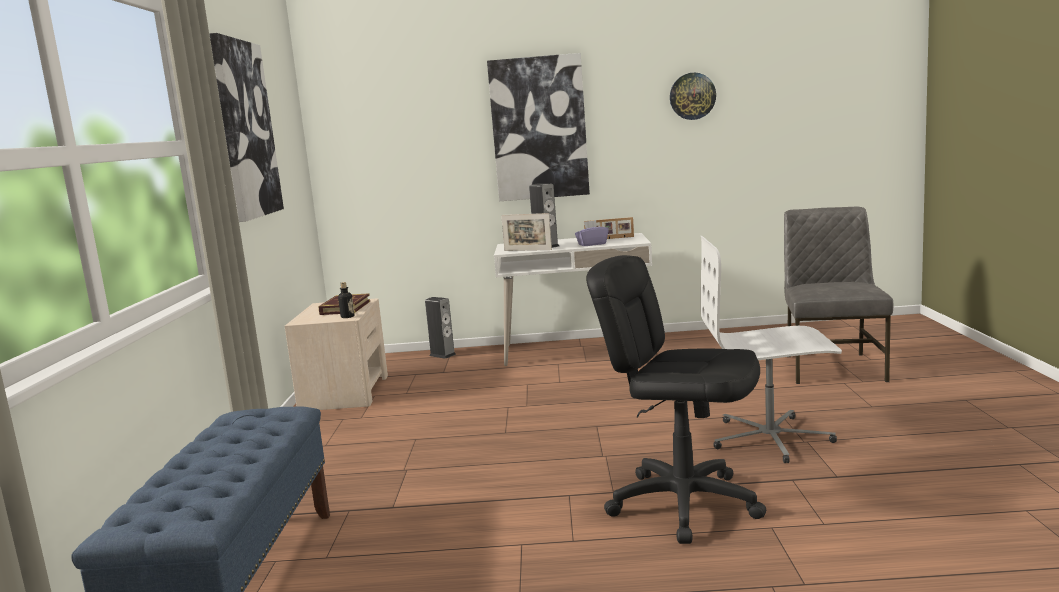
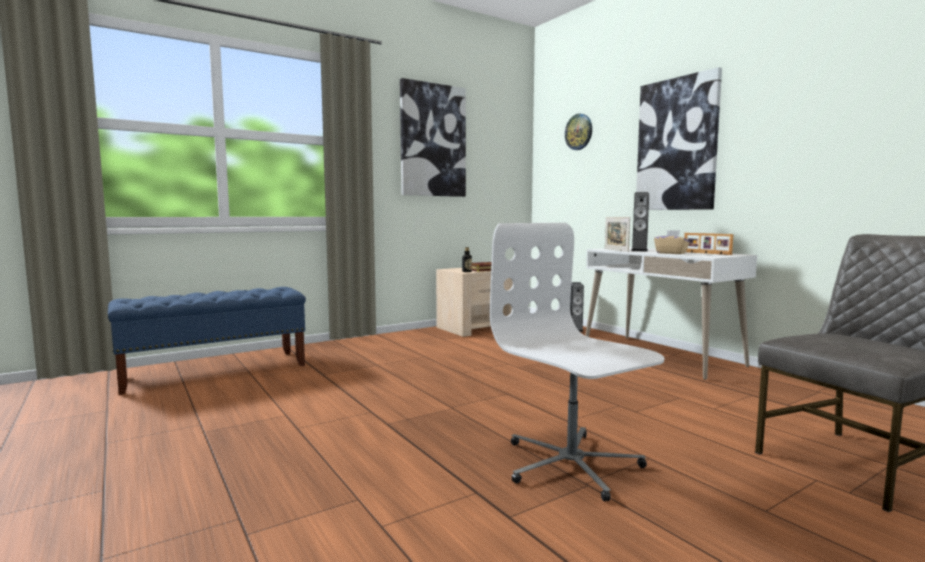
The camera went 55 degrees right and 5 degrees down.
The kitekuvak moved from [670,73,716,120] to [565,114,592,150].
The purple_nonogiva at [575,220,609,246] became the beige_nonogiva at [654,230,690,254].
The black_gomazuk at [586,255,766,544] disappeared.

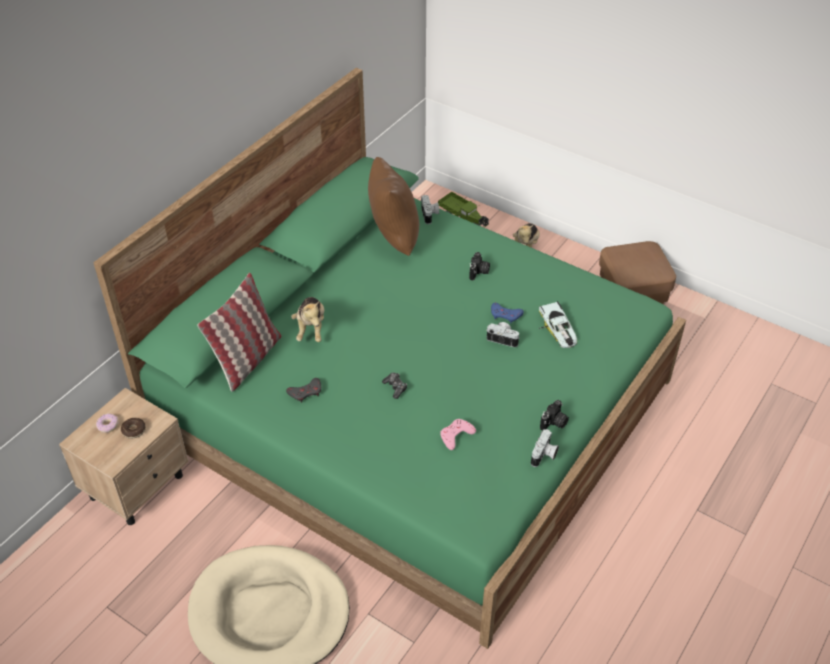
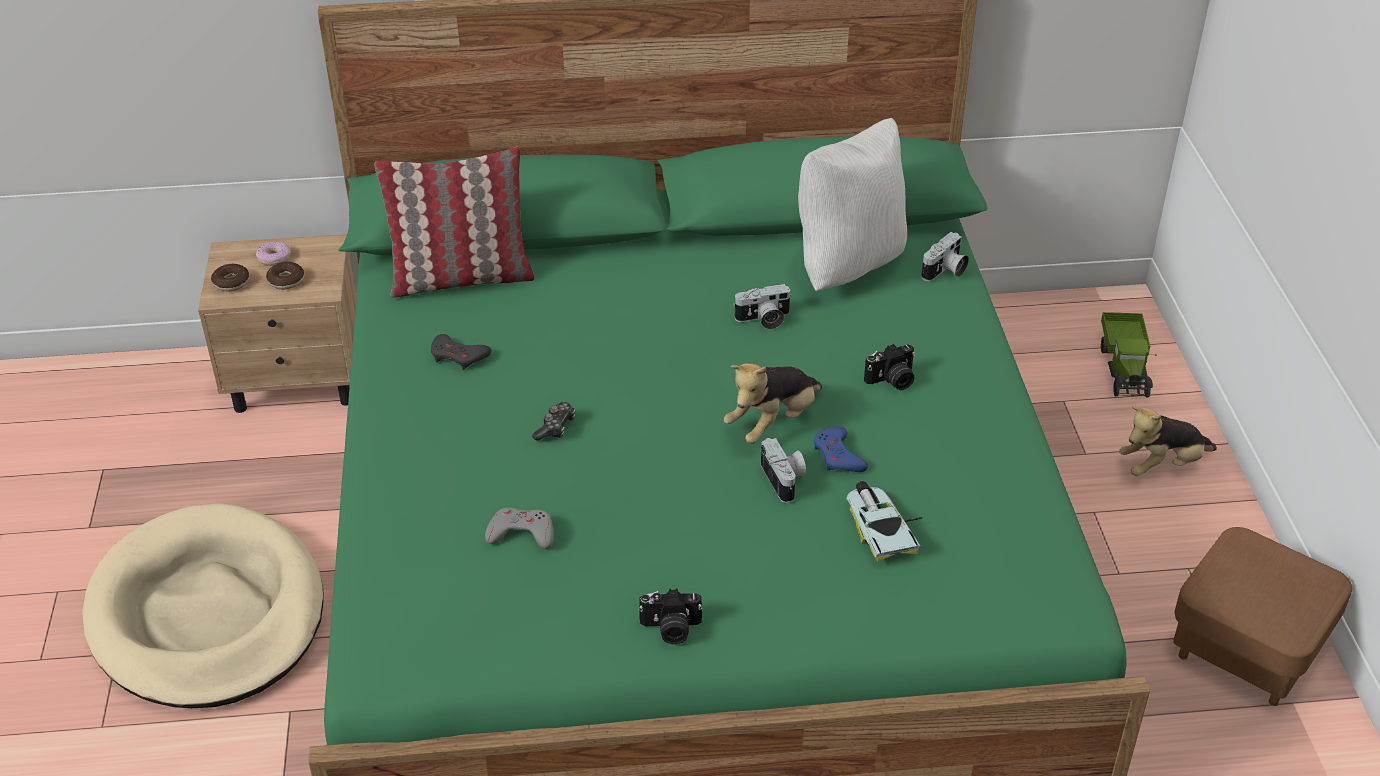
The camera went 50 degrees right and 5 degrees down.
The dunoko at [211,264,250,292] appeared.
The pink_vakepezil at [440,419,476,450] became the grey_vakepezil at [485,507,554,549].
The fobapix moved from [291,297,324,342] to [724,363,822,444].
The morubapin moved from [531,429,559,467] to [733,284,792,329].
The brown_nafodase at [368,157,419,256] became the white_nafodase at [798,118,907,291].
The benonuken at [538,301,577,348] turned 135 degrees clockwise.

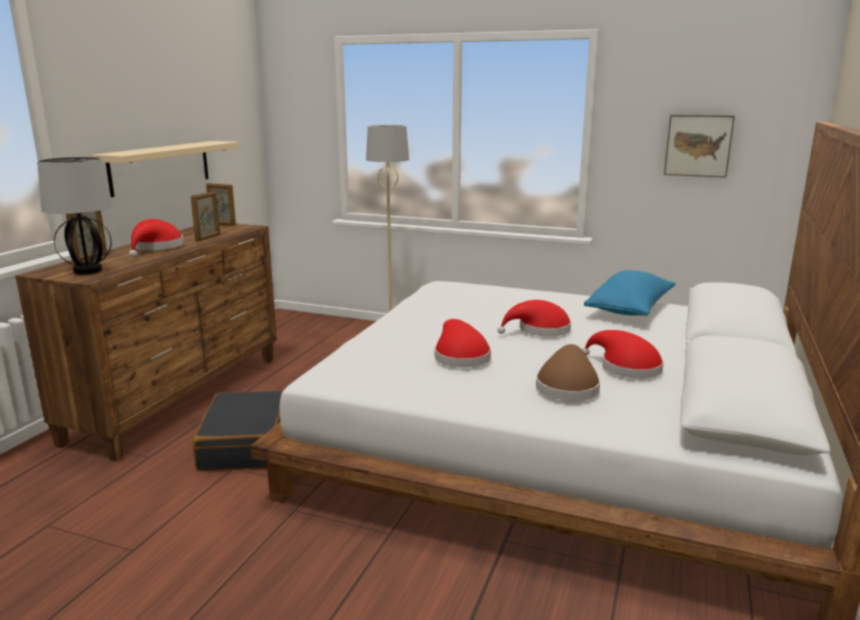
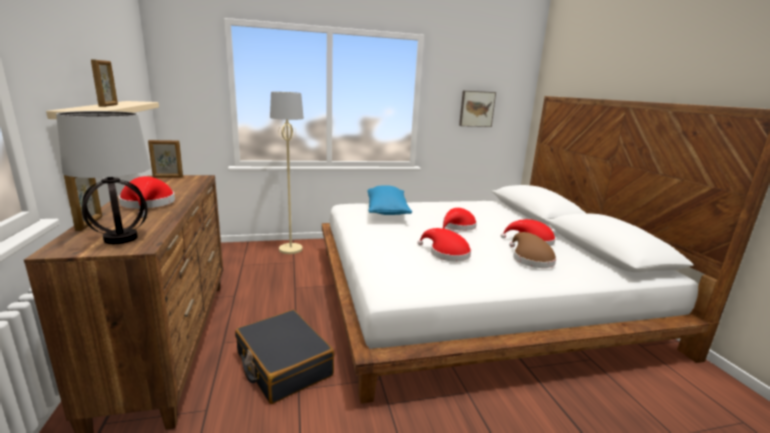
The camera went 35 degrees left and 0 degrees up.
The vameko moved from [191,191,220,241] to [91,59,118,107].
The blue_nafodase moved from [584,270,676,316] to [367,185,412,215].

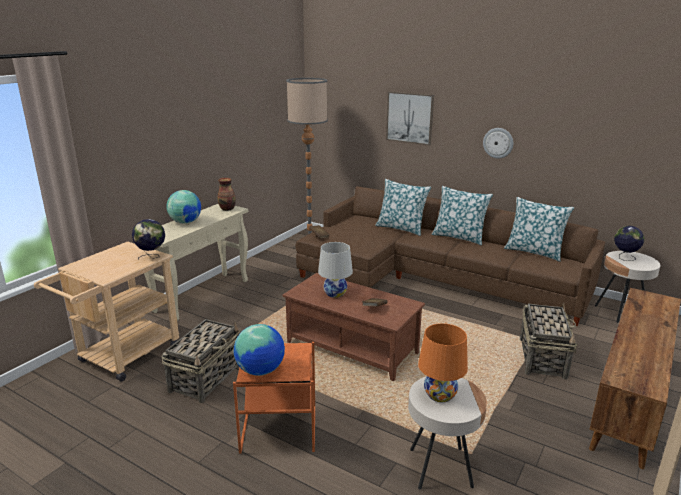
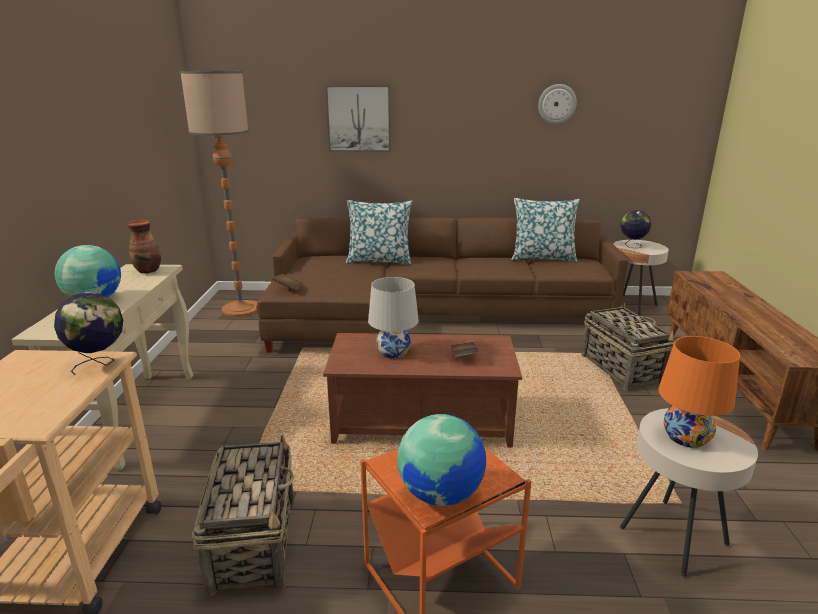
The camera went 30 degrees left and 0 degrees up.
The kitekuvak moved from [483,128,513,158] to [538,84,577,124].
The nafodase at [432,186,493,245] disappeared.

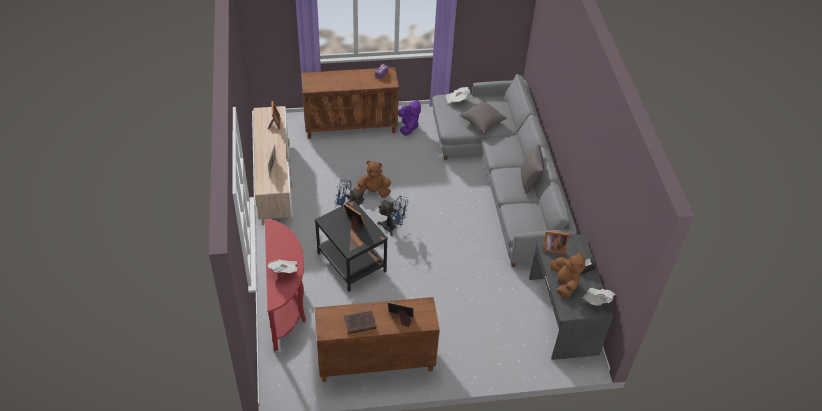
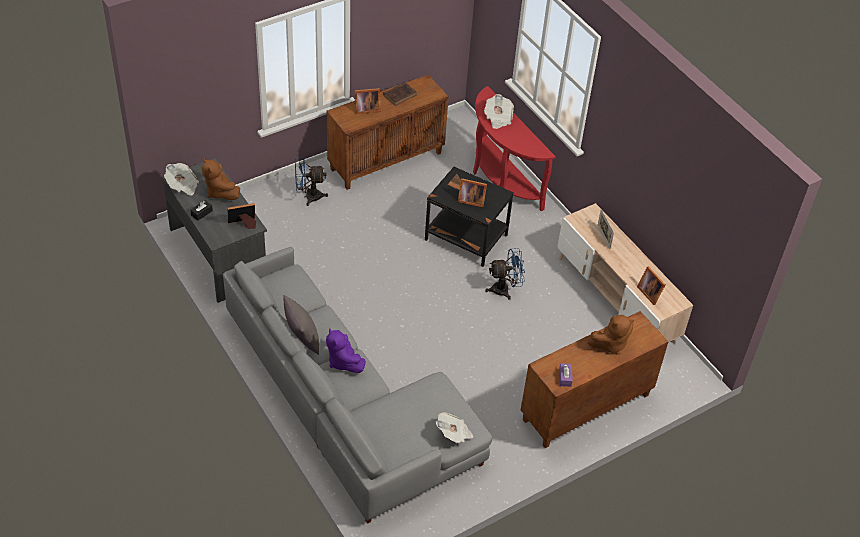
The camera went 155 degrees right and 0 degrees up.
The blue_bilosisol moved from [378,196,408,236] to [295,157,328,206].
The purple_fobapix moved from [398,99,421,136] to [326,328,366,373].
The brown_fobapix moved from [354,161,391,198] to [587,315,634,355].
The grey_nafodase at [459,100,507,133] disappeared.

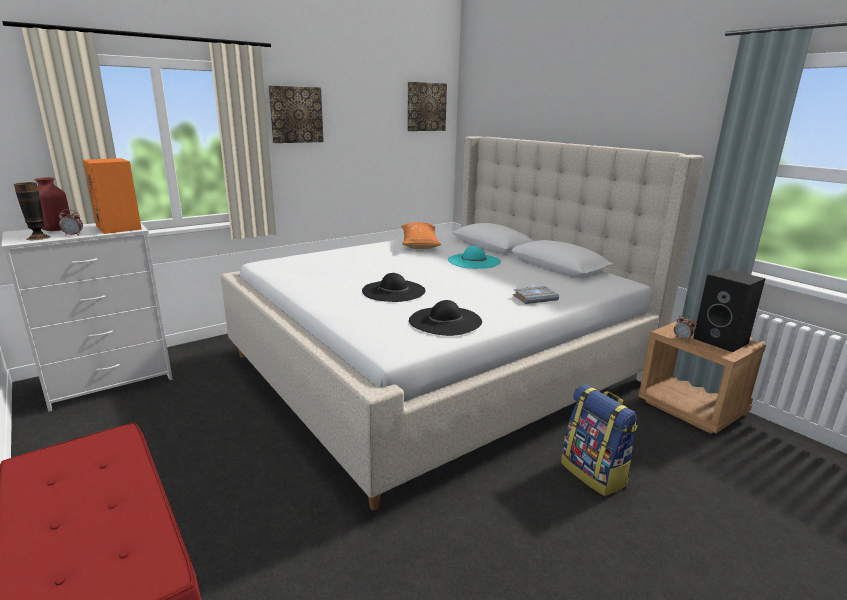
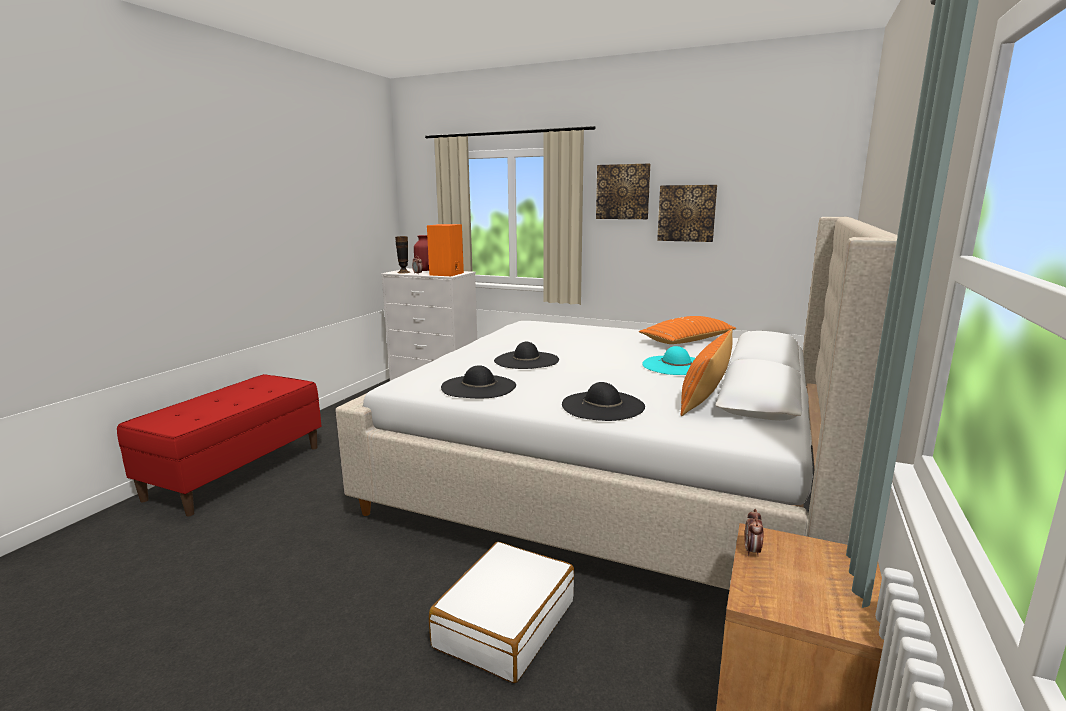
The camera went 60 degrees right and 5 degrees down.
The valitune at [561,384,638,496] was replaced by the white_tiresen at [429,542,574,683].
The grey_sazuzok at [513,286,559,304] was replaced by the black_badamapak at [562,382,645,421].
The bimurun moved from [407,82,447,131] to [657,185,717,242].
The orange_nafodase at [681,329,733,416] appeared.
The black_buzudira at [693,269,766,352] disappeared.

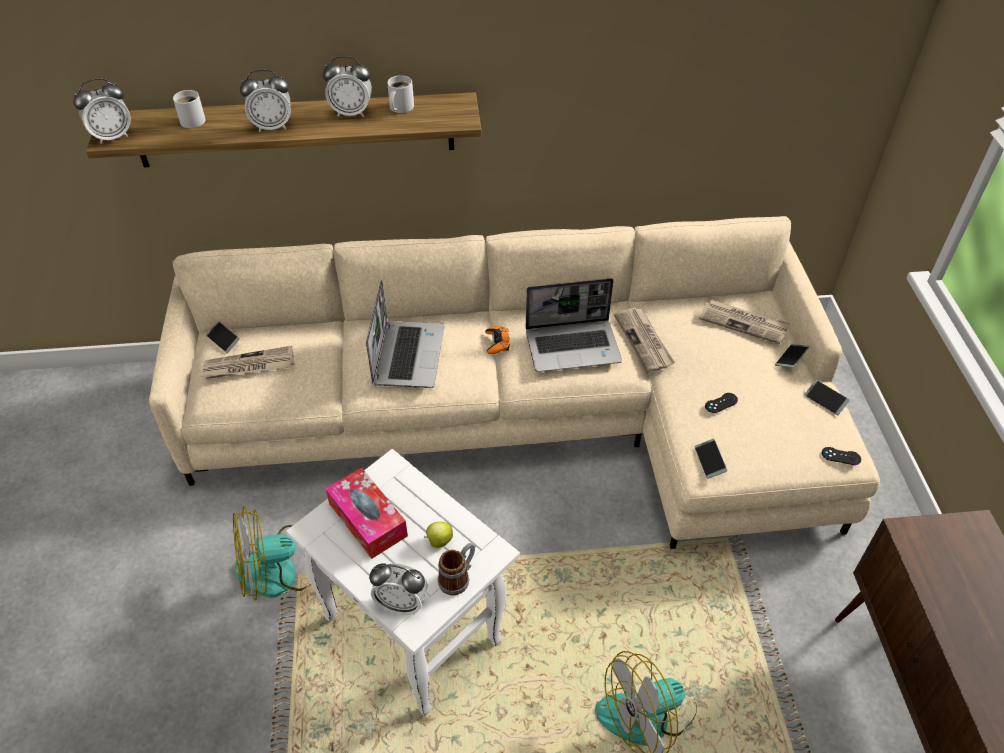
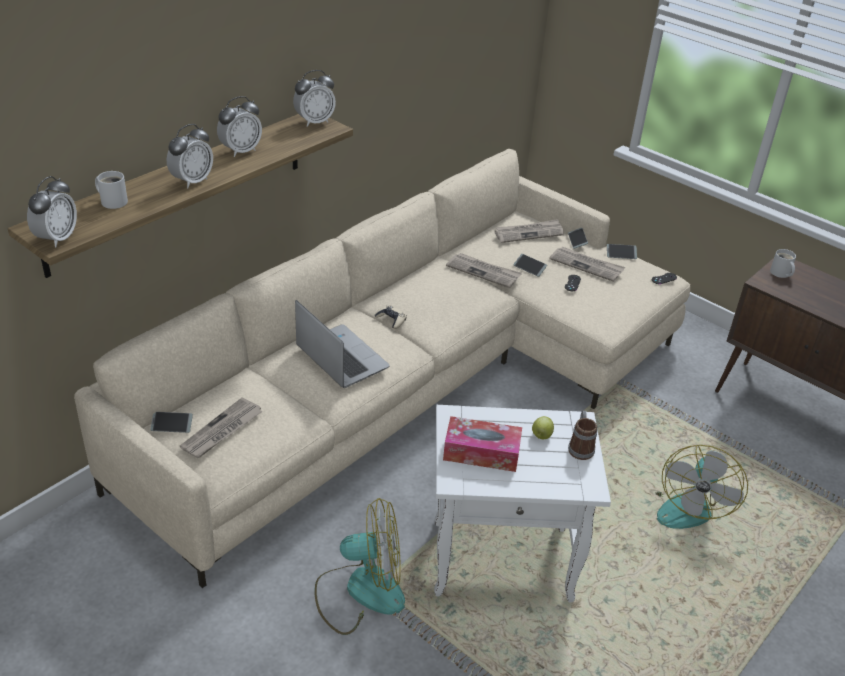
The camera went 45 degrees left and 10 degrees down.
The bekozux moved from [369,564,428,615] to [293,70,336,127].
The bilosisol at [233,506,311,600] turned 120 degrees counterclockwise.
The orange_vakepezil at [485,326,510,354] became the beige_vakepezil at [375,305,407,329].
The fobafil moved from [695,439,727,479] to [513,254,547,277].
The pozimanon at [549,247,625,282] appeared.
The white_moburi moved from [387,75,414,113] to [770,249,796,278].
The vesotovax at [526,278,622,372] disappeared.

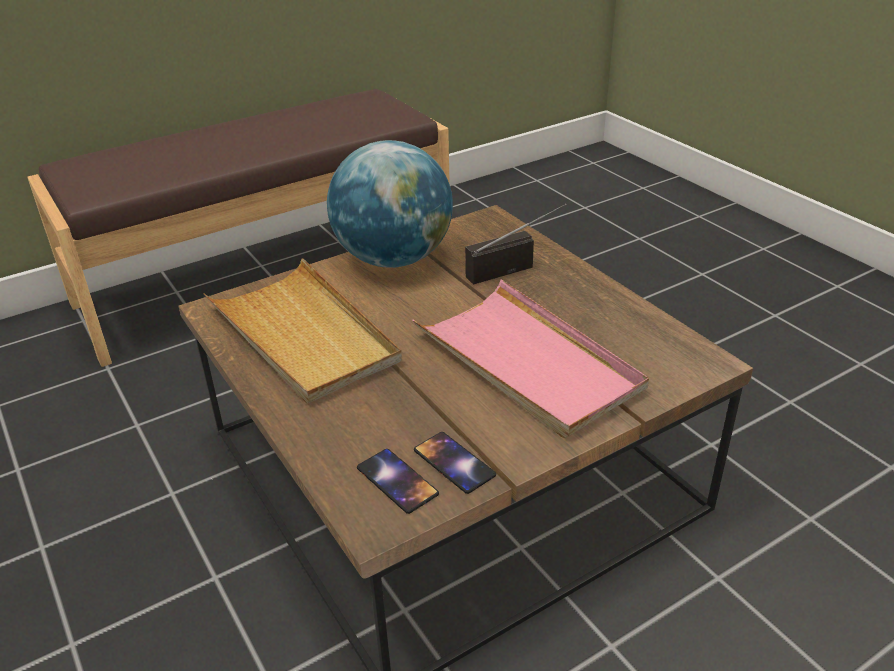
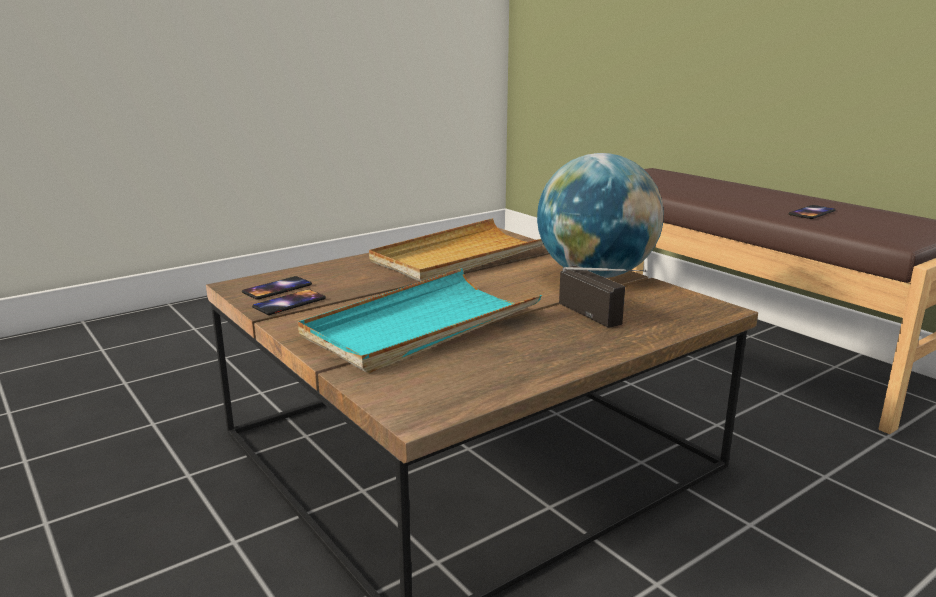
The camera went 85 degrees right and 15 degrees down.
The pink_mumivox at [412,280,649,438] became the turquoise_mumivox at [298,268,542,373].
The fobafil at [788,205,836,219] appeared.

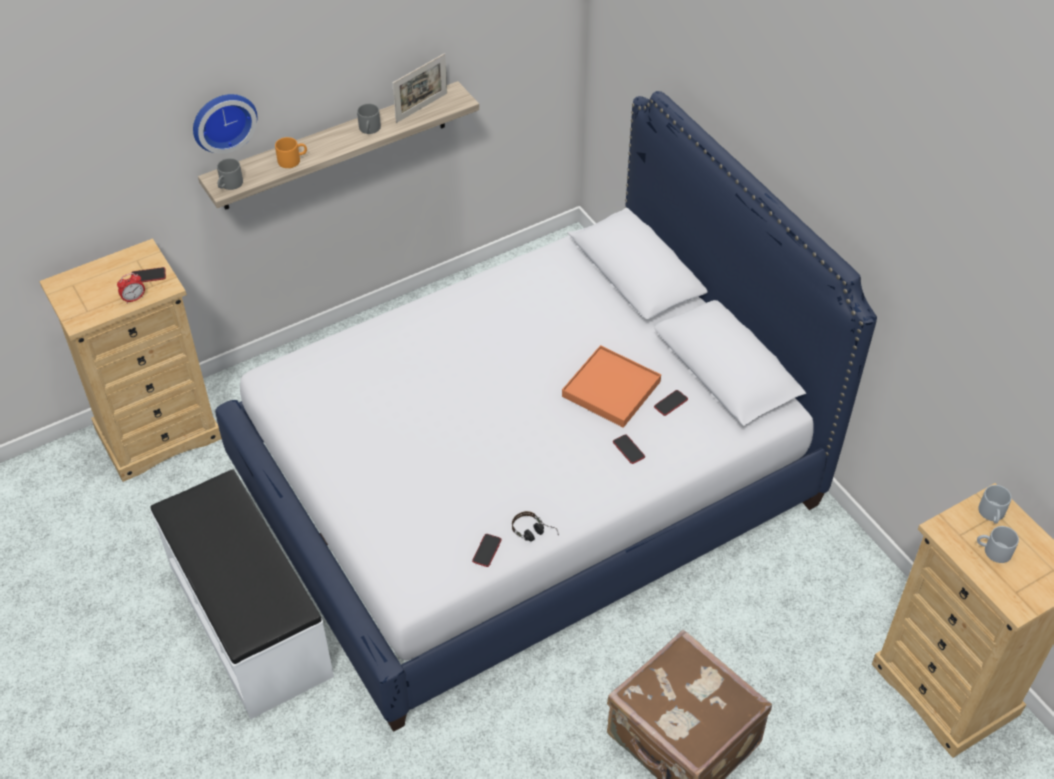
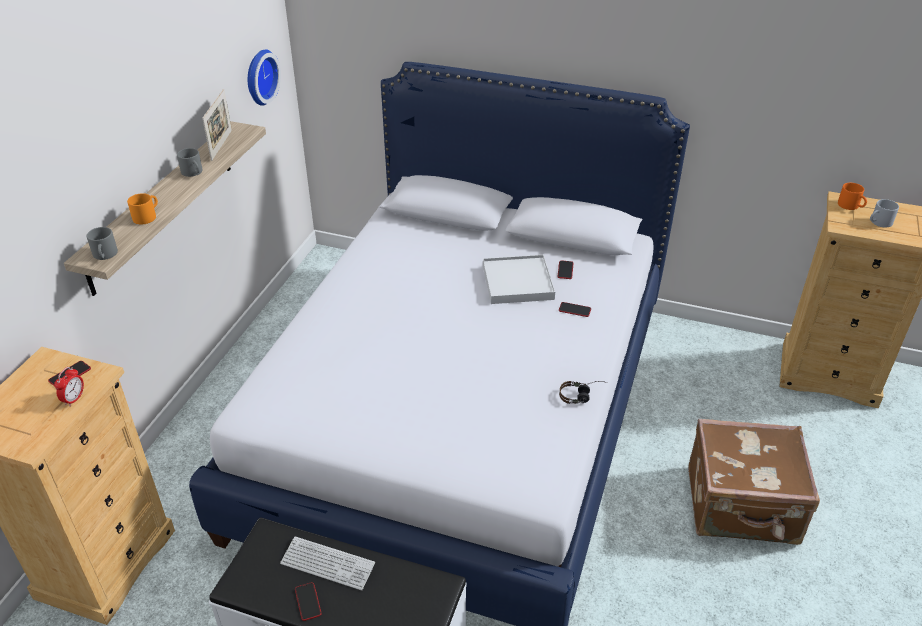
The camera went 40 degrees left and 10 degrees down.
The kitekuvak moved from [193,94,257,154] to [248,49,281,106].
The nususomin at [280,537,375,590] appeared.
The fobafil moved from [472,534,502,567] to [295,582,322,621].
The orange_mumivox at [562,345,661,428] became the white_mumivox at [483,255,555,304].
The grey_moburi at [978,485,1012,524] became the orange_moburi at [838,183,867,210].

